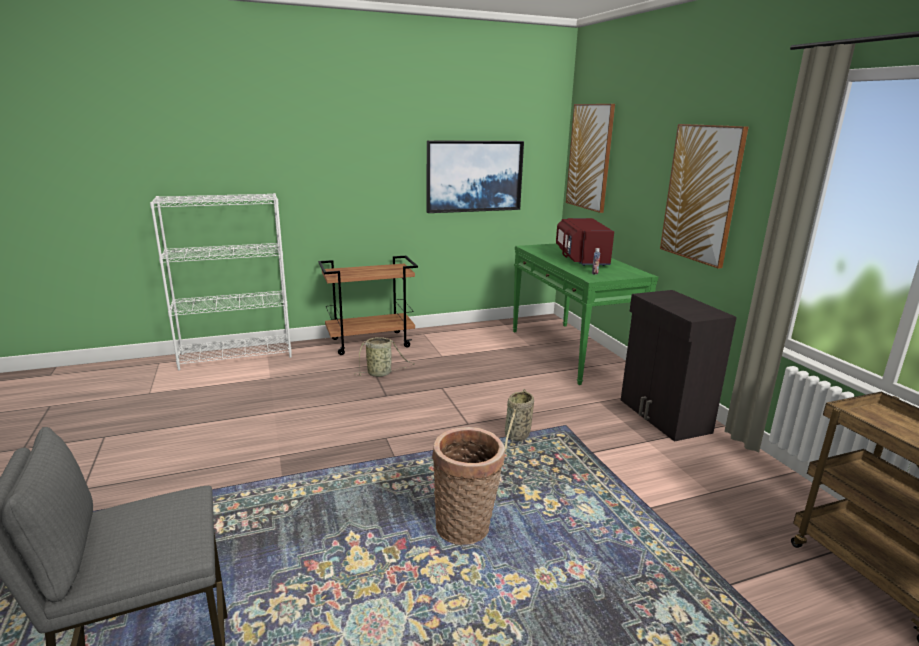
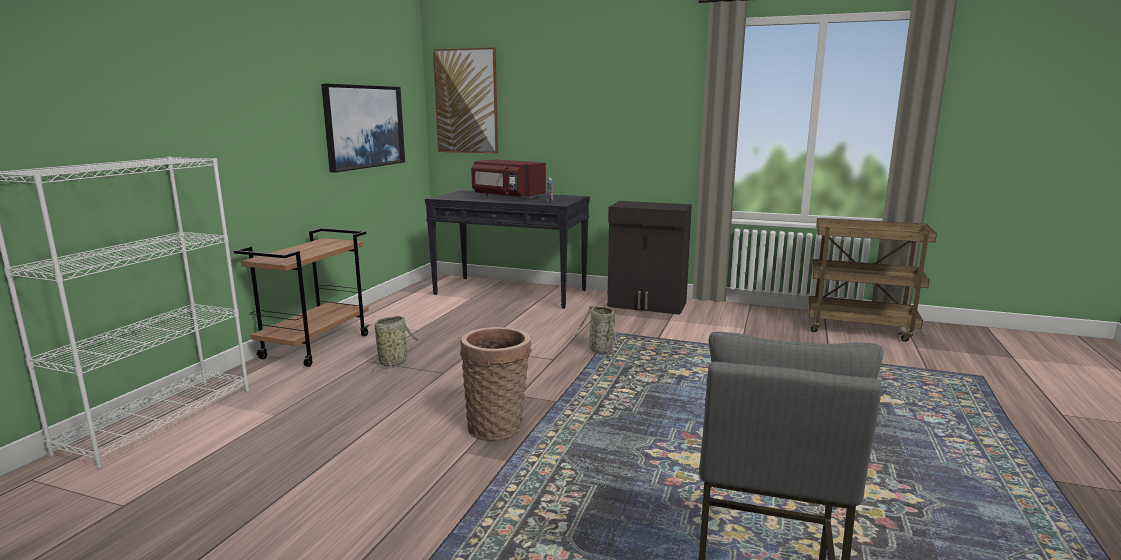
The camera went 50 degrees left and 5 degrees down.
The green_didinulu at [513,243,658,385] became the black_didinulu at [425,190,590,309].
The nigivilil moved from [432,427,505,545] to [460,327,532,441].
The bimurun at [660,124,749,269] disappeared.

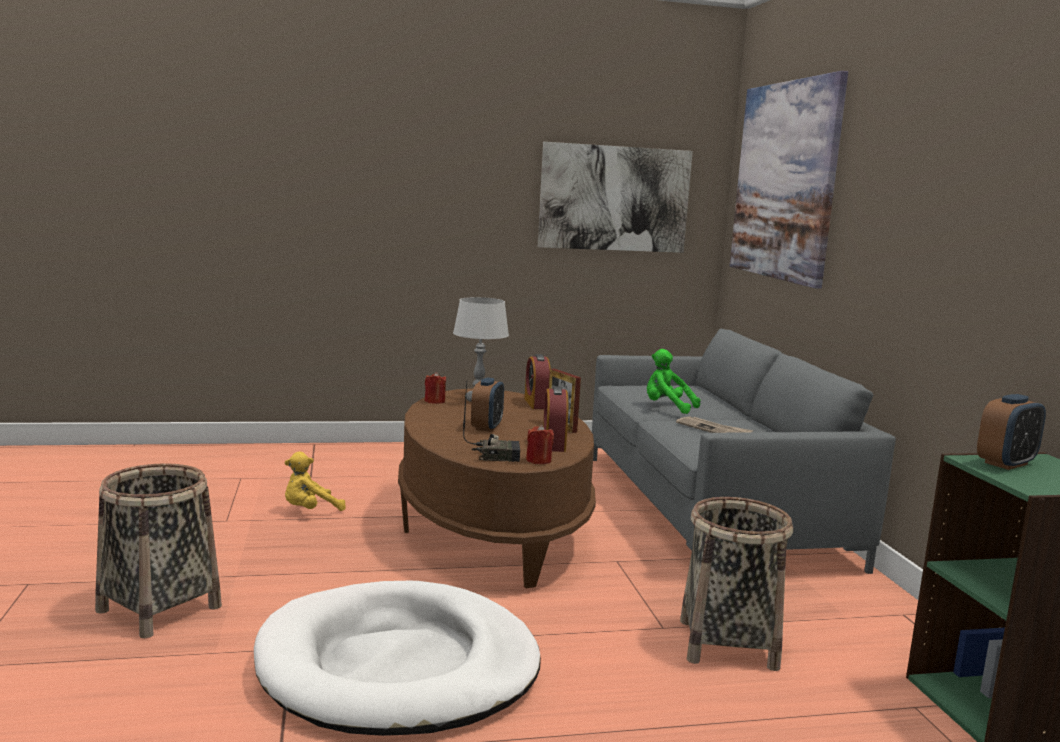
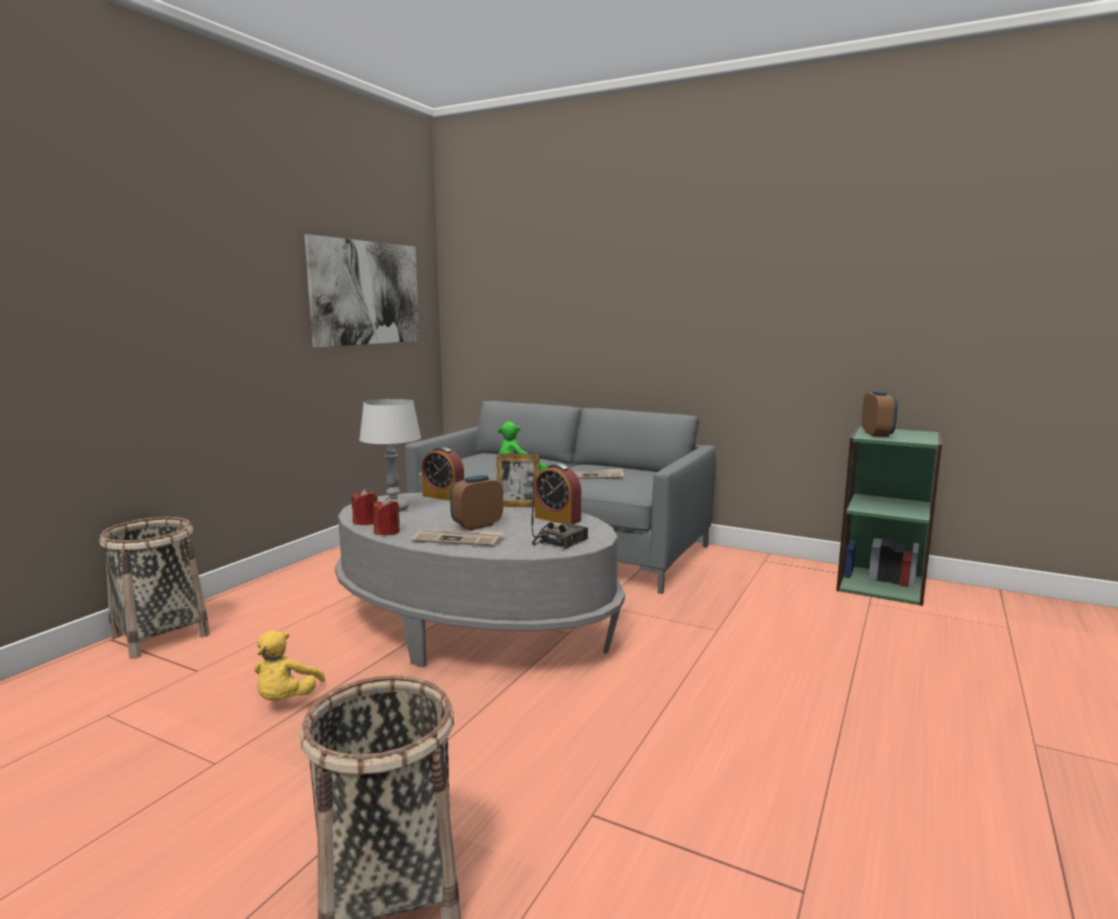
The camera went 50 degrees left and 0 degrees up.
The nigivilil moved from [680,497,793,671] to [99,517,210,659].
The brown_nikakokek at [398,388,596,588] became the grey_nikakokek at [335,493,625,667].
The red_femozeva moved from [526,425,554,464] to [373,498,400,535].
The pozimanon at [412,529,504,546] appeared.
The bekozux at [471,377,504,432] turned 90 degrees counterclockwise.
The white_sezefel at [254,581,541,736] disappeared.
The bimurun at [730,71,848,289] disappeared.

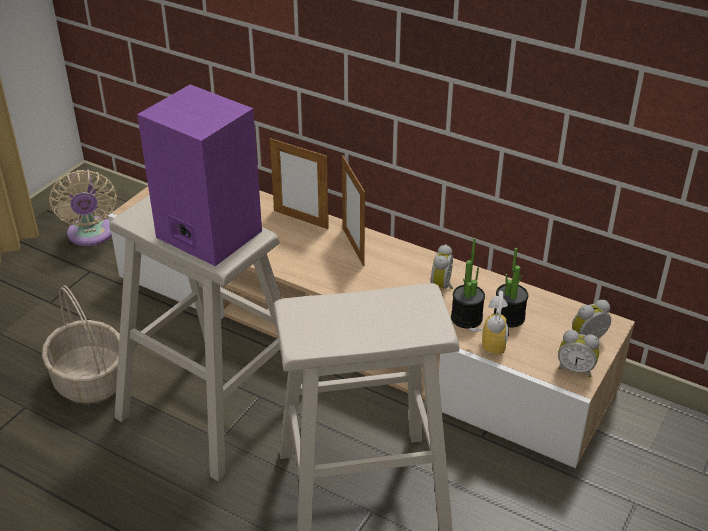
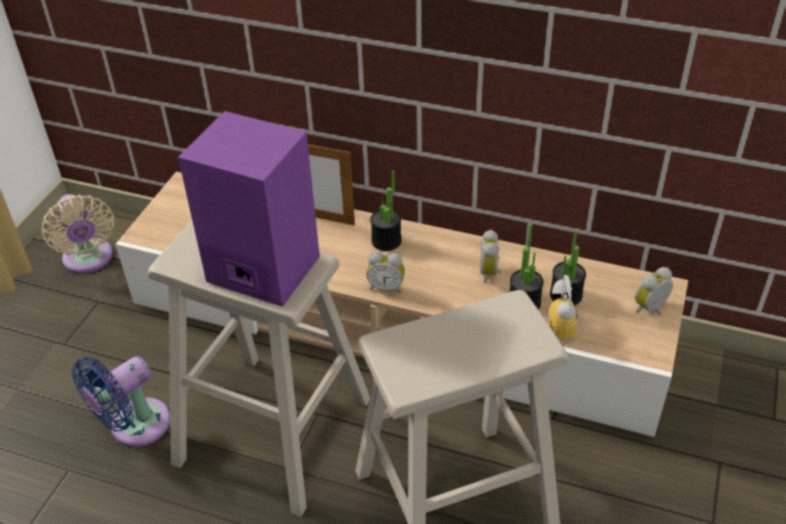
The camera went 10 degrees left and 5 degrees up.
The nigivilil at [42,285,120,404] was replaced by the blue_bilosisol at [72,357,170,447].
The bekozux moved from [558,330,599,377] to [366,251,405,293].
The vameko at [342,155,365,267] was replaced by the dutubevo at [370,170,402,251].

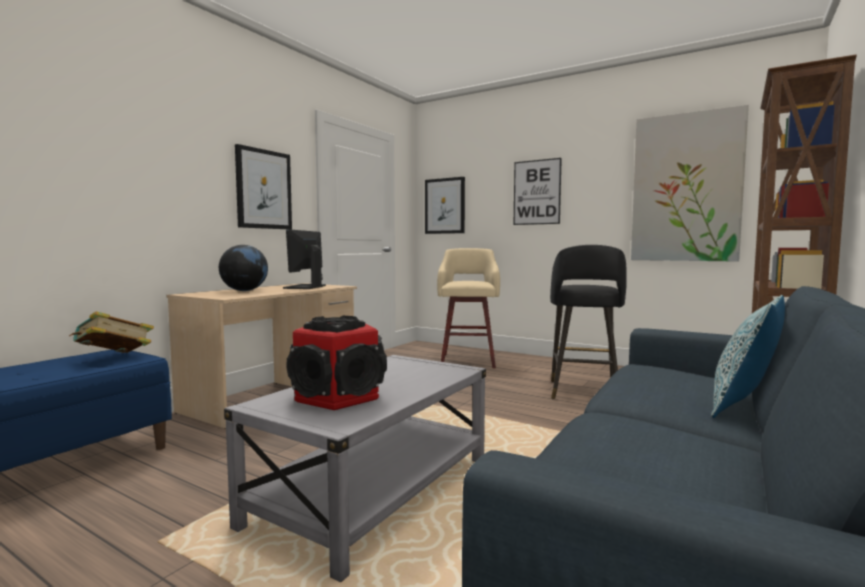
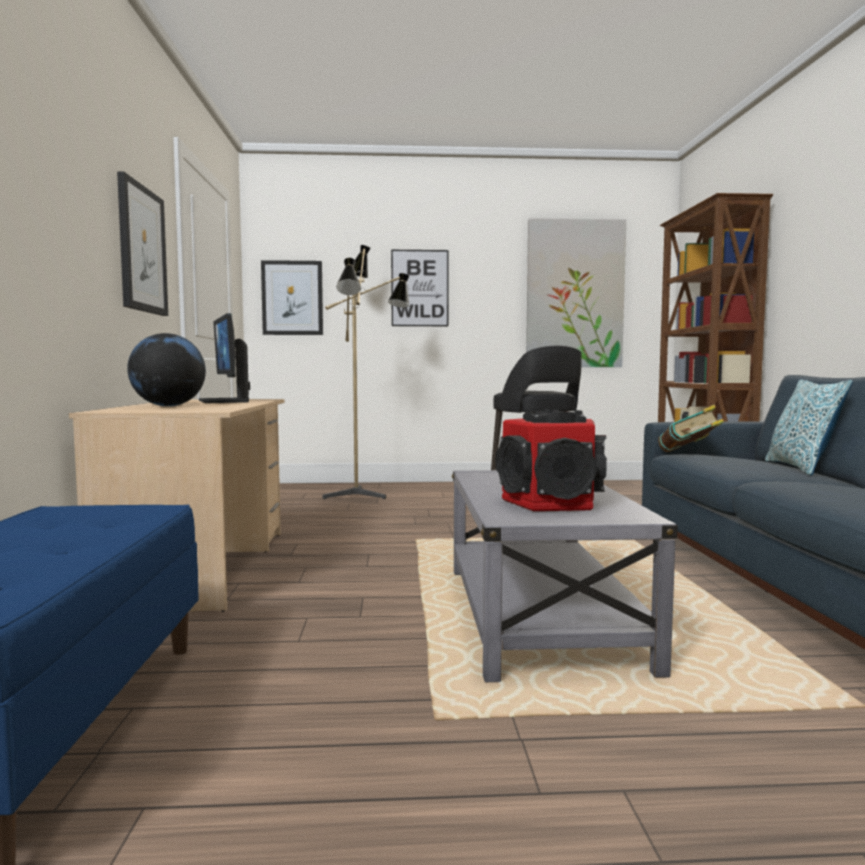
The camera went 35 degrees left and 0 degrees up.
The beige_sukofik at [437,248,500,368] was replaced by the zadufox at [322,245,409,499].
The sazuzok moved from [69,311,154,353] to [658,405,724,452].

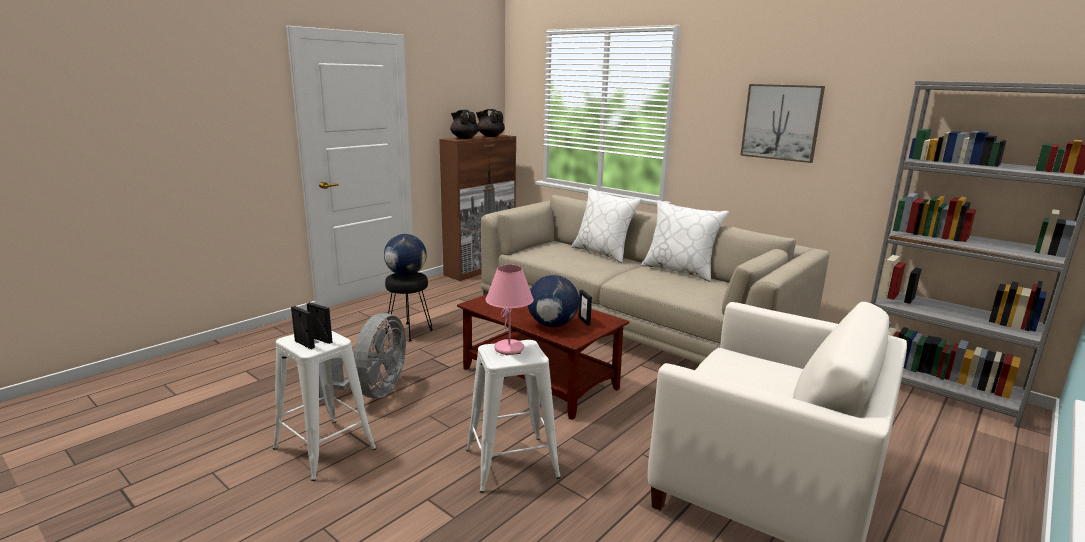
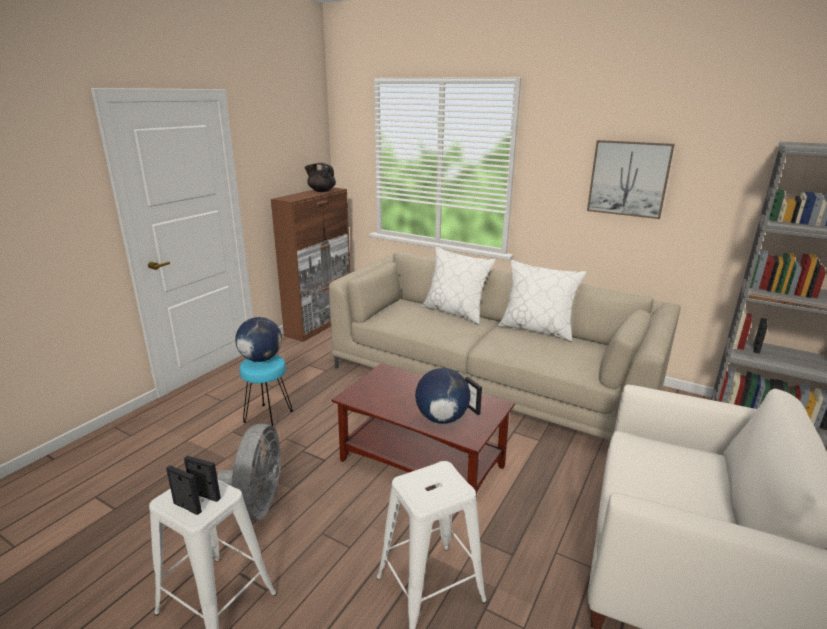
The camera went 10 degrees left and 5 degrees up.
The black_sukofik at [385,272,433,341] became the turquoise_sukofik at [239,355,293,426].
The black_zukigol at [450,110,479,139] disappeared.
The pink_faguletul at [485,265,534,355] disappeared.

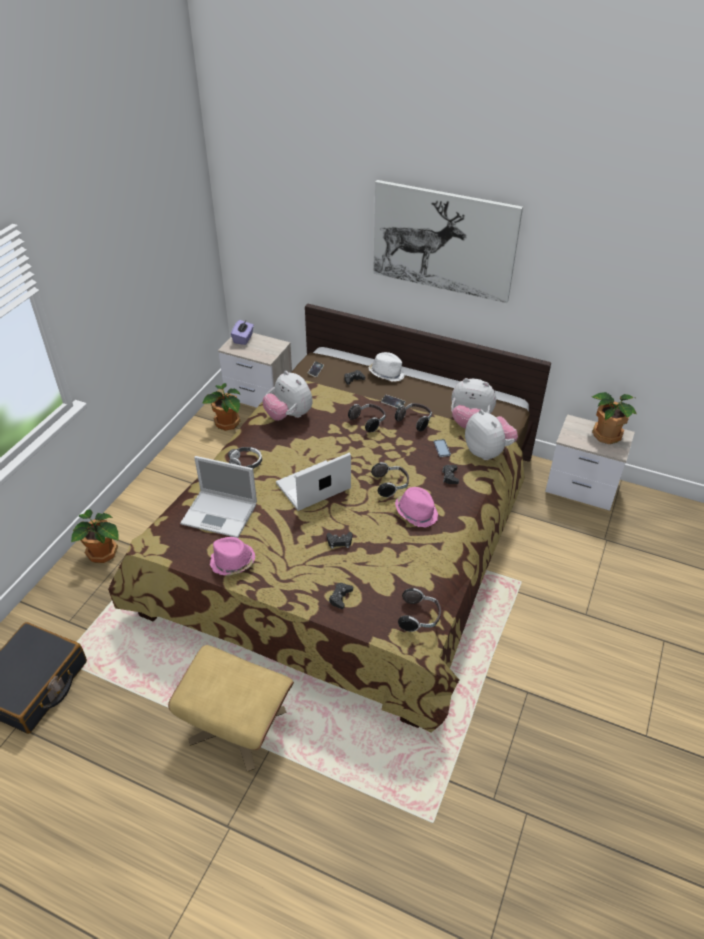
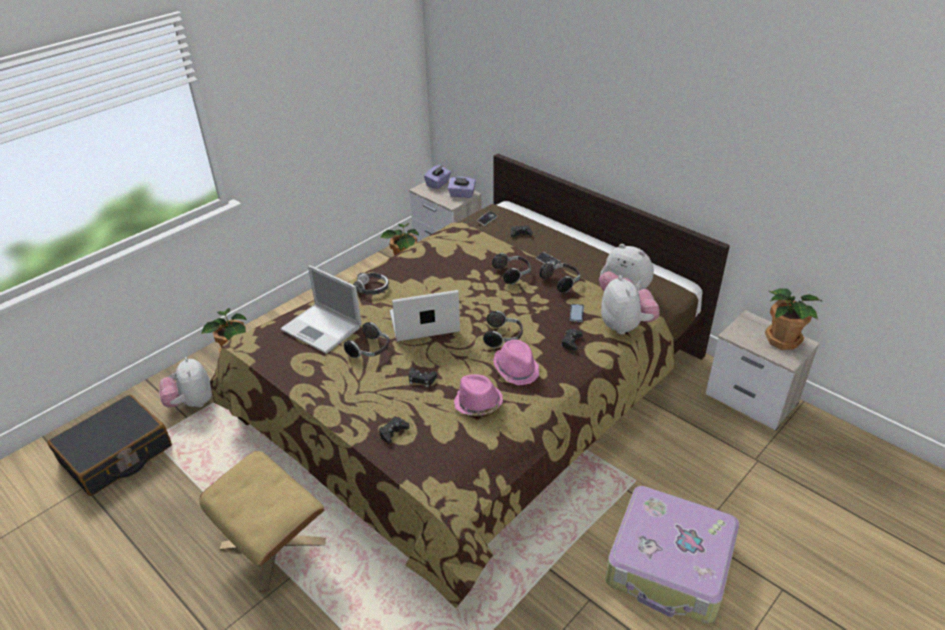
The camera went 20 degrees right and 5 degrees down.
The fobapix moved from [263,371,313,421] to [159,357,212,408].
The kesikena moved from [398,588,441,632] to [344,322,389,358].
The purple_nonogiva at [448,177,476,198] appeared.
The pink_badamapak moved from [210,537,256,576] to [454,374,503,416].
The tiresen at [605,486,740,624] appeared.
The white_badamapak at [369,352,405,381] disappeared.
The bimurun at [373,180,523,303] disappeared.

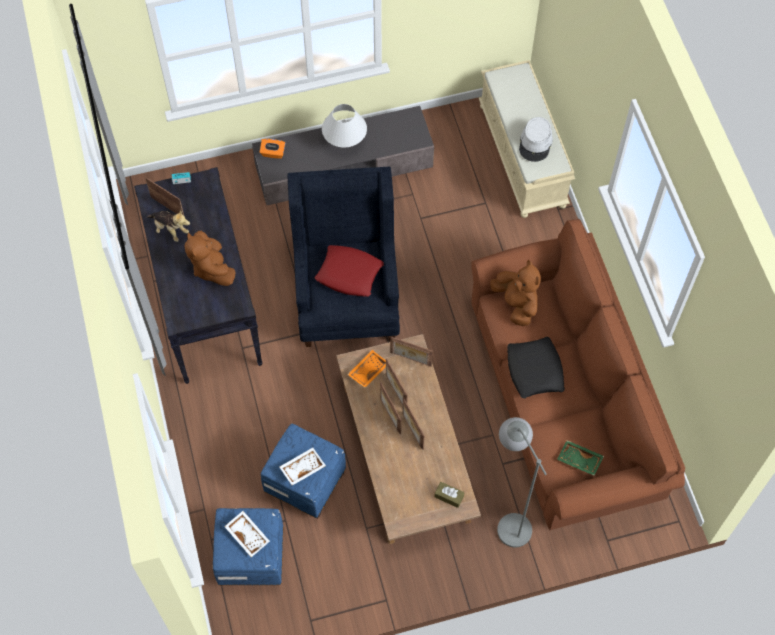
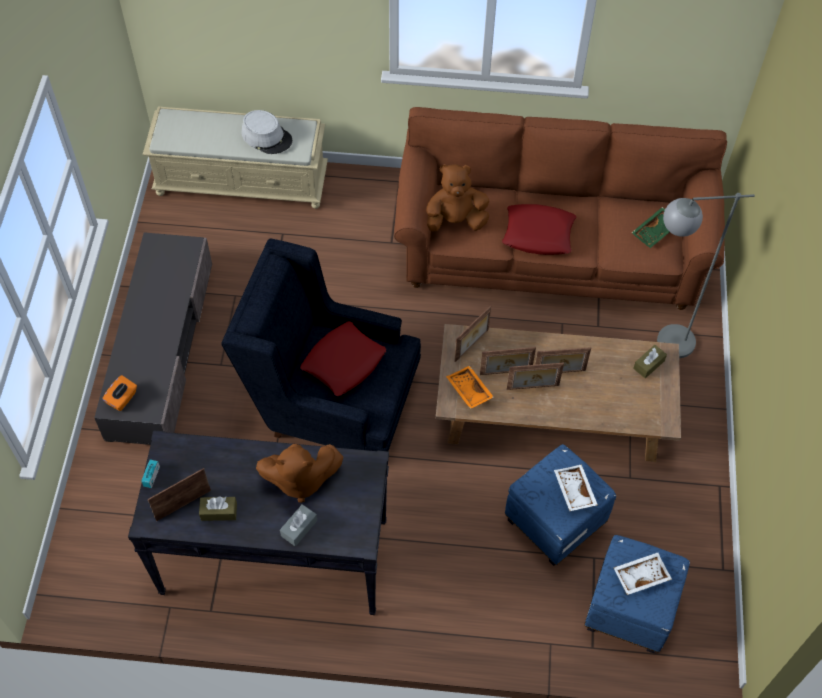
The camera went 70 degrees left and 5 degrees down.
The fobapix at [147,211,190,242] was replaced by the brown_nonogiva at [199,496,237,521].
The grey_nonogiva at [280,504,317,546] appeared.
The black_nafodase at [507,337,565,398] became the red_nafodase at [502,204,576,255].
The white_faguletul at [322,104,367,147] disappeared.

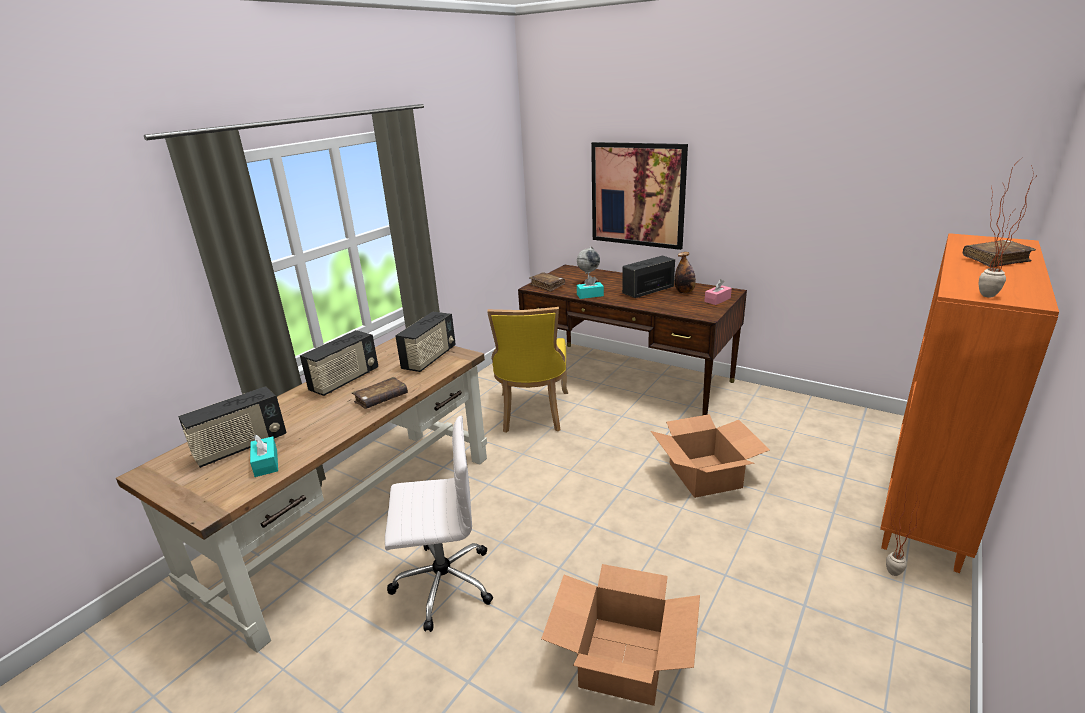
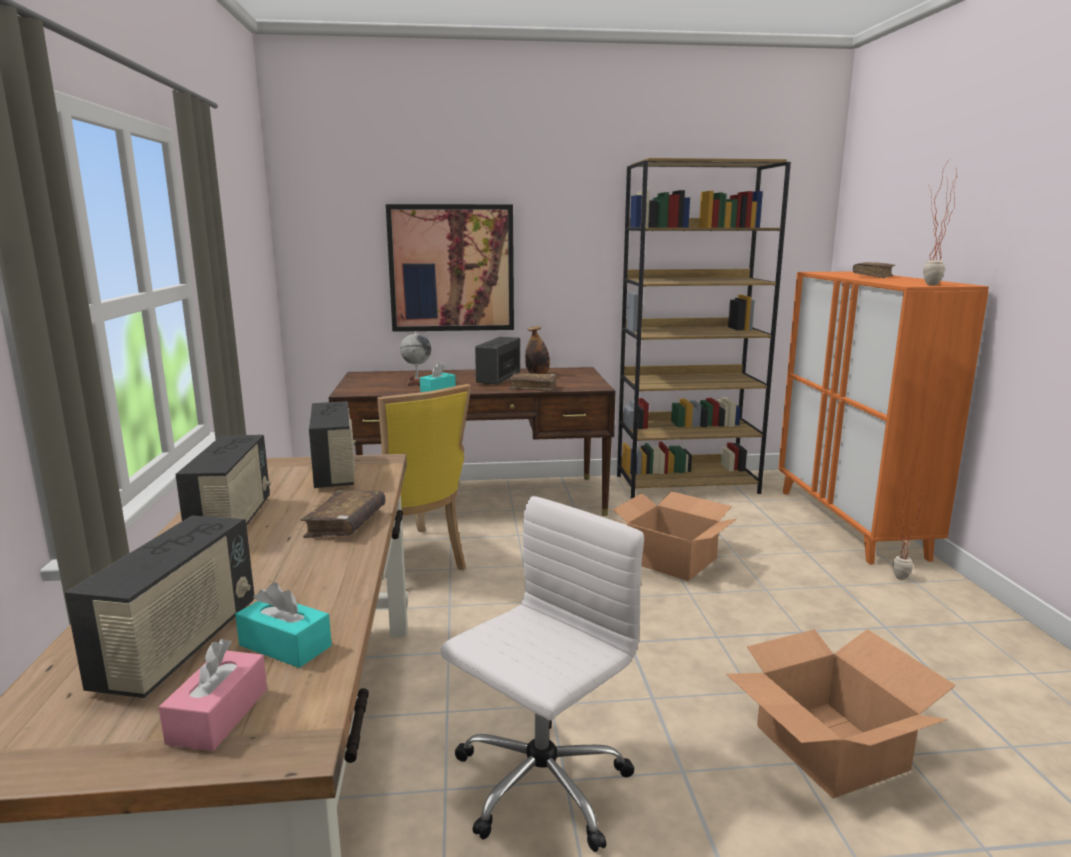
The camera went 40 degrees left and 10 degrees down.
The pink_nonogiva moved from [704,279,732,305] to [159,639,267,751].
The brown_sazuzok moved from [529,272,565,292] to [509,373,556,391].
The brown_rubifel at [617,158,791,499] appeared.

